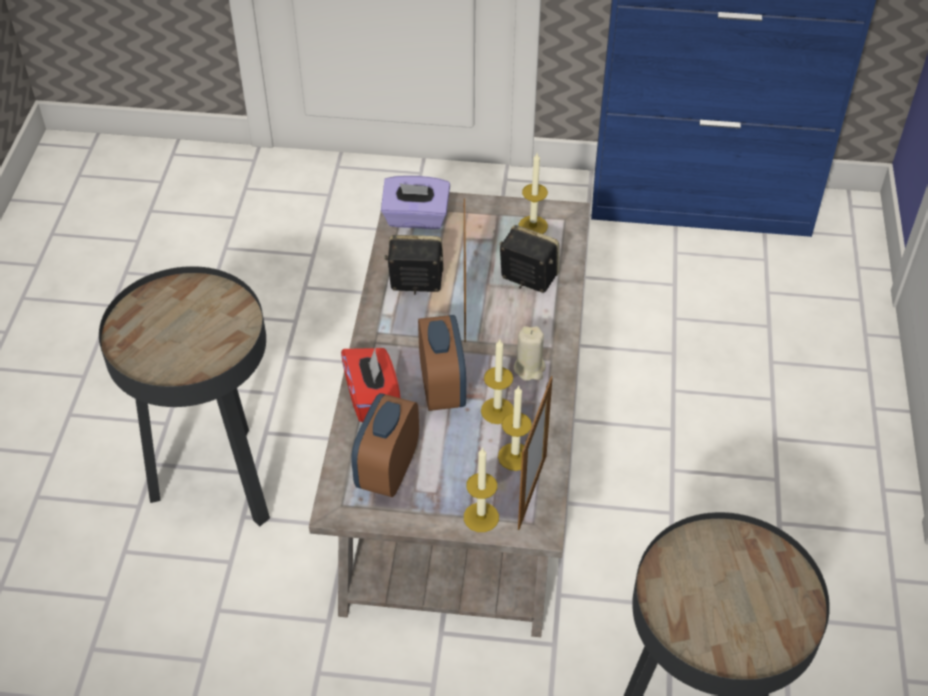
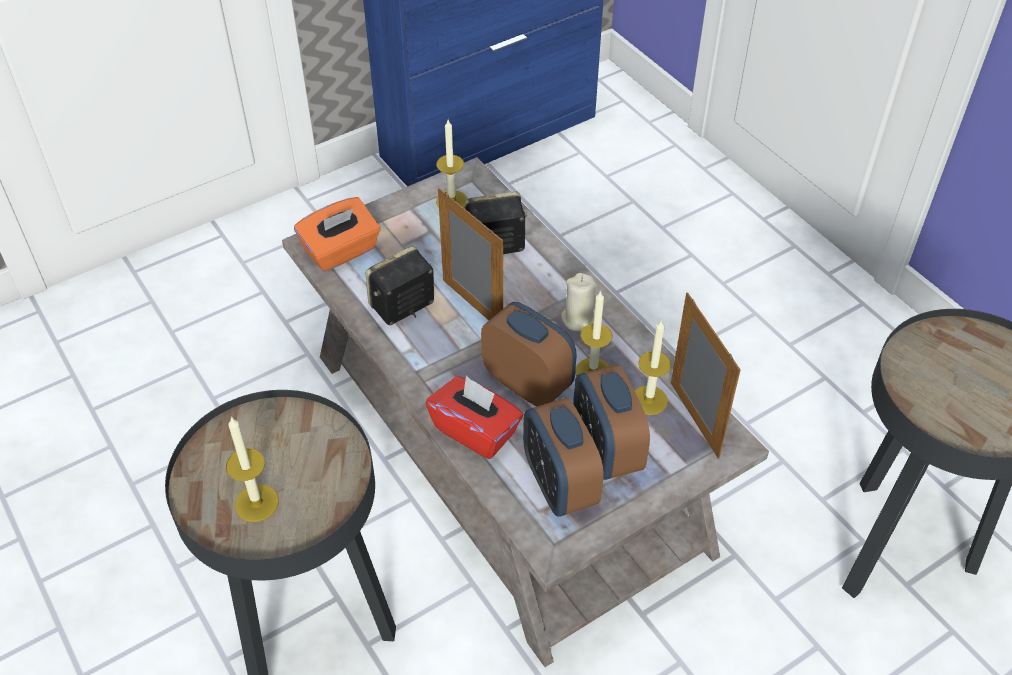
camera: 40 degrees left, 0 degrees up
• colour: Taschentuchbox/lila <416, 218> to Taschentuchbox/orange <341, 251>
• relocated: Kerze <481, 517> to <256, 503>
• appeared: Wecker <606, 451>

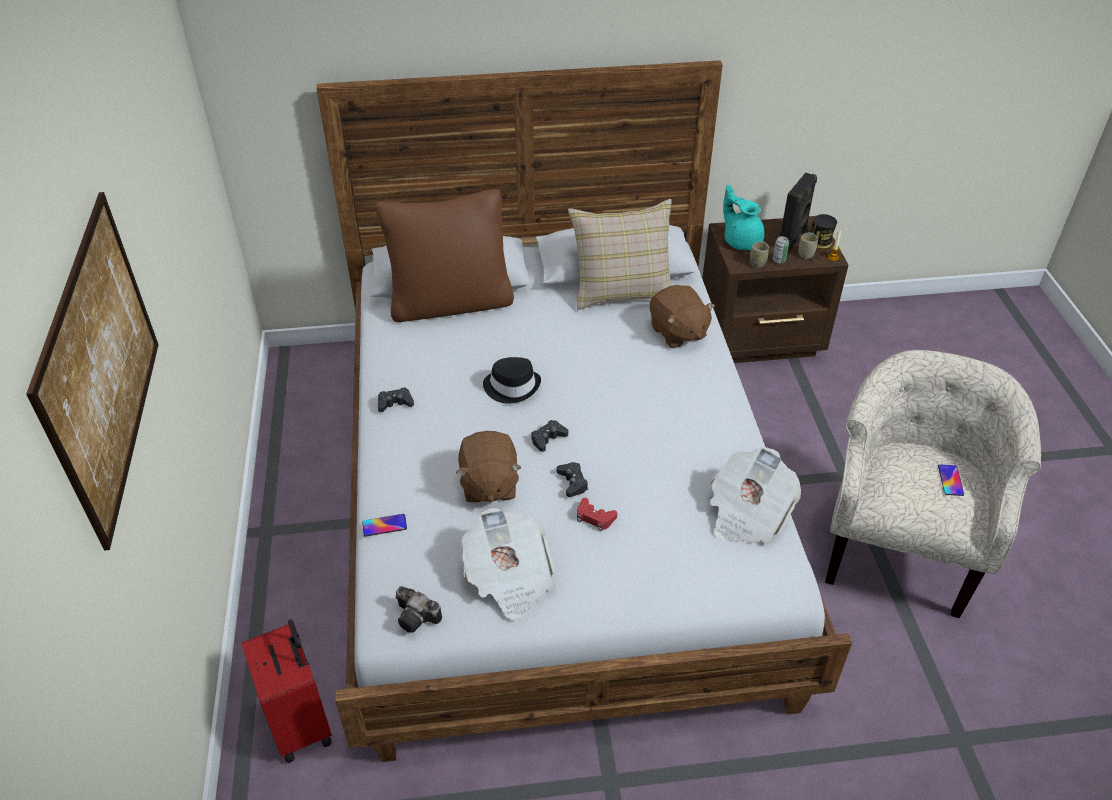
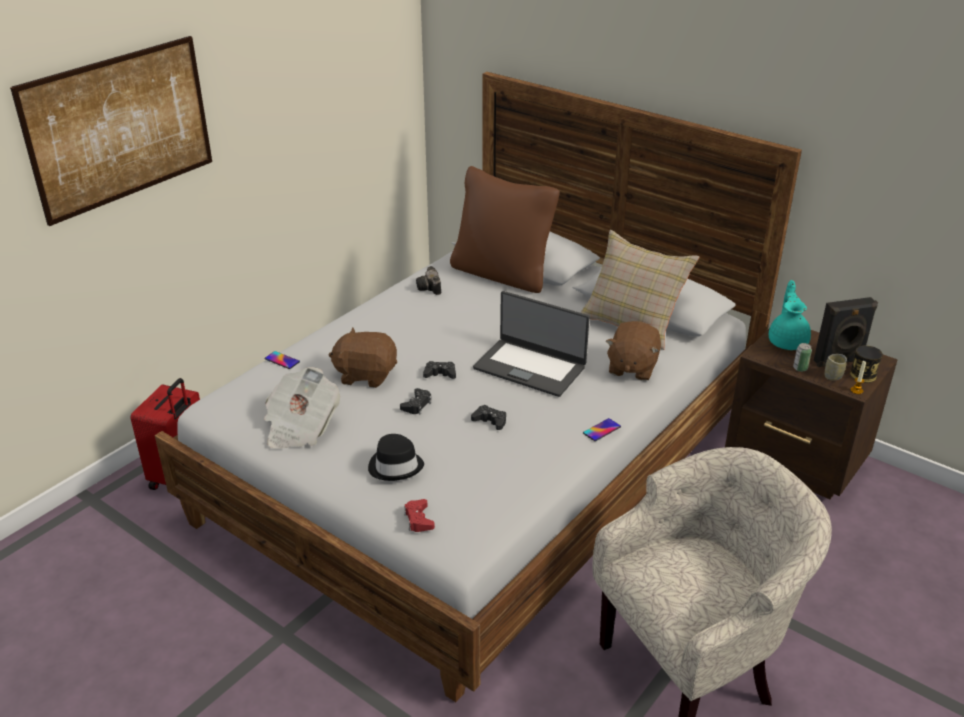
camera: 45 degrees right, 10 degrees down
• missing: Tasse <757, 263>
• relocated: Hut/schwarz <512, 386> to <396, 466>
• relocated: Gamepad/schwarz <395, 403> to <490, 421>
• spun: Plüschtier/braun <488, 484> = <366, 375> 60 degrees clockwise
• missing: Zeitung <747, 514>
• relocated: Handy <950, 480> to <602, 430>
• relocated: Gamepad/rot <594, 518> to <418, 519>
• relocated: Kamera <418, 618> to <430, 288>
• appeared: Laptop <530, 367>

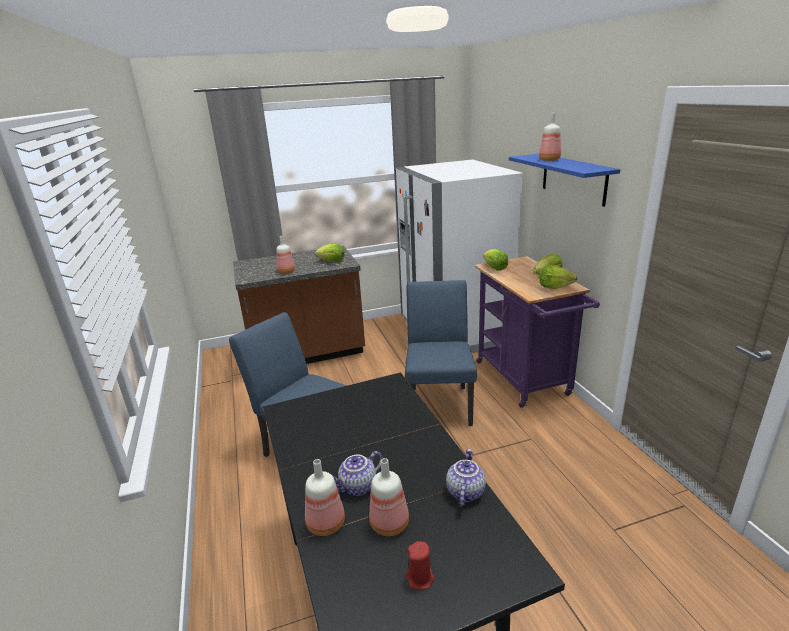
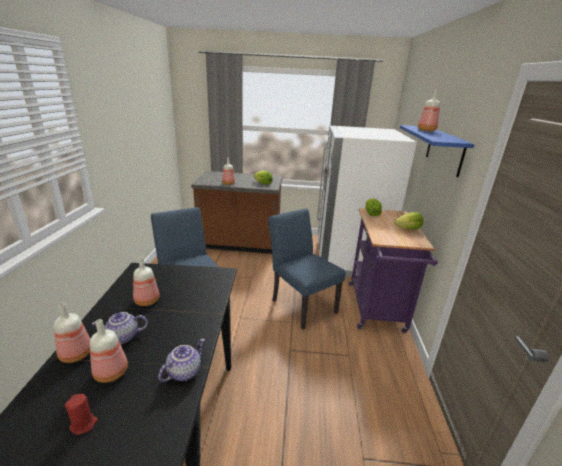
camera: 20 degrees right, 0 degrees up
• missing: Salatkopf <554, 287>
• spun: Stuhl/blau <439, 402> = <300, 304> 60 degrees counterclockwise
• appeared: Flasche <146, 301>

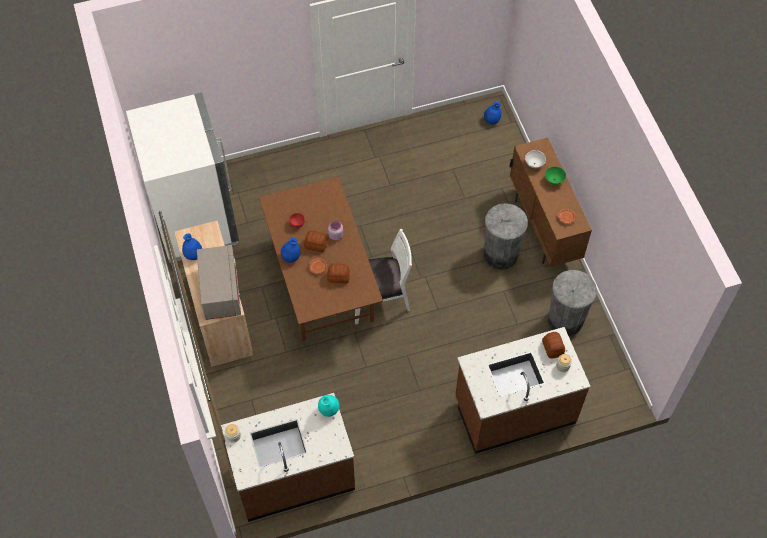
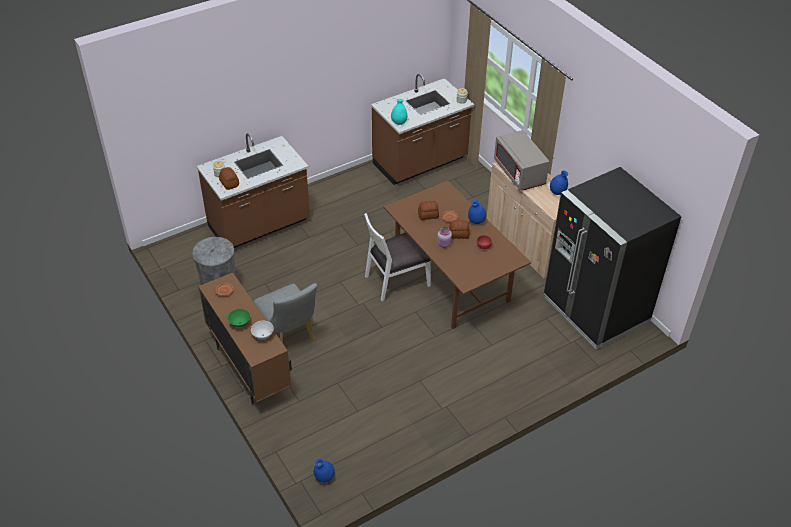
camera: 165 degrees right, 15 degrees down
• colour: Kühlschrank/weiß <195, 220> to Kühlschrank/schwarz <595, 310>
• exchanged: Mülleimer/grau <500, 254> to Stuhl/grau <289, 336>

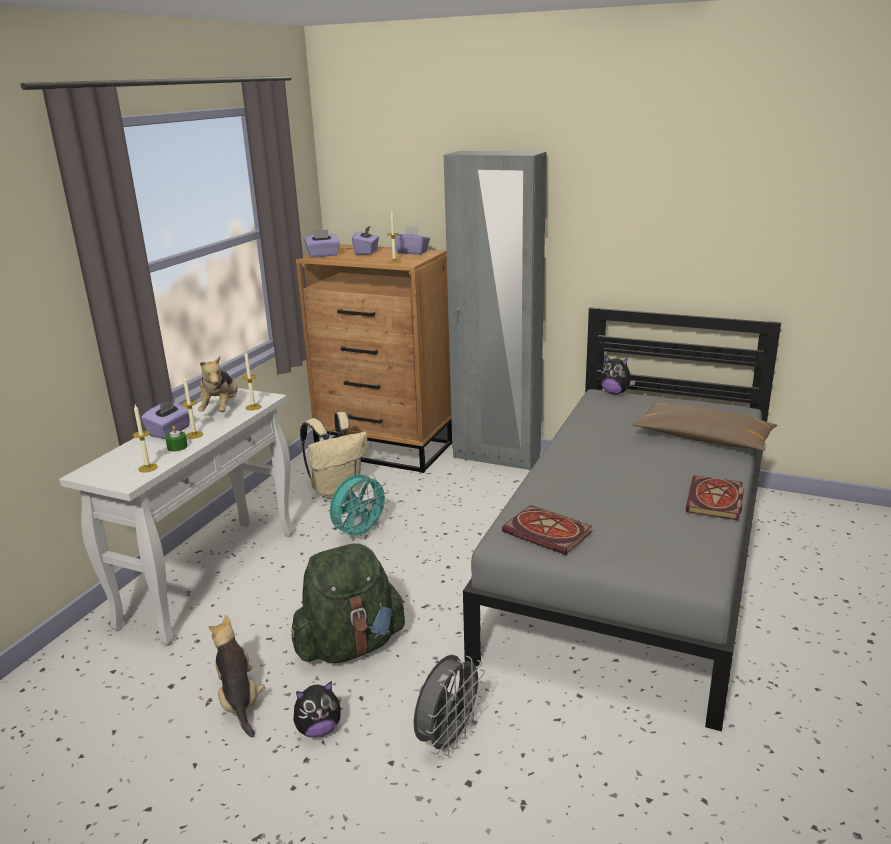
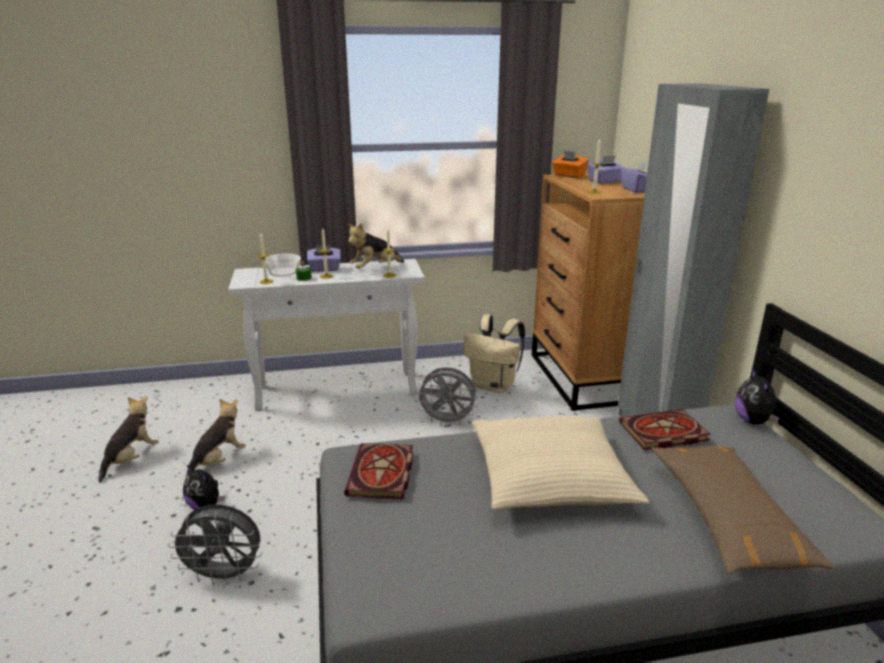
camera: 55 degrees right, 0 degrees up
• colour: Taschentuchbox/lila <323, 255> to Taschentuchbox/orange <569, 176>
• colour: Ventilator/türkis <360, 534> to Ventilator/grau <447, 421>
• relocated: Buch <716, 501> to <662, 433>
• missing: Rucksack/grün <350, 646>
• appeared: Schüssel <283, 272>
• appeared: Plüschtier <131, 459>
• appeared: Kissen/beige <550, 477>

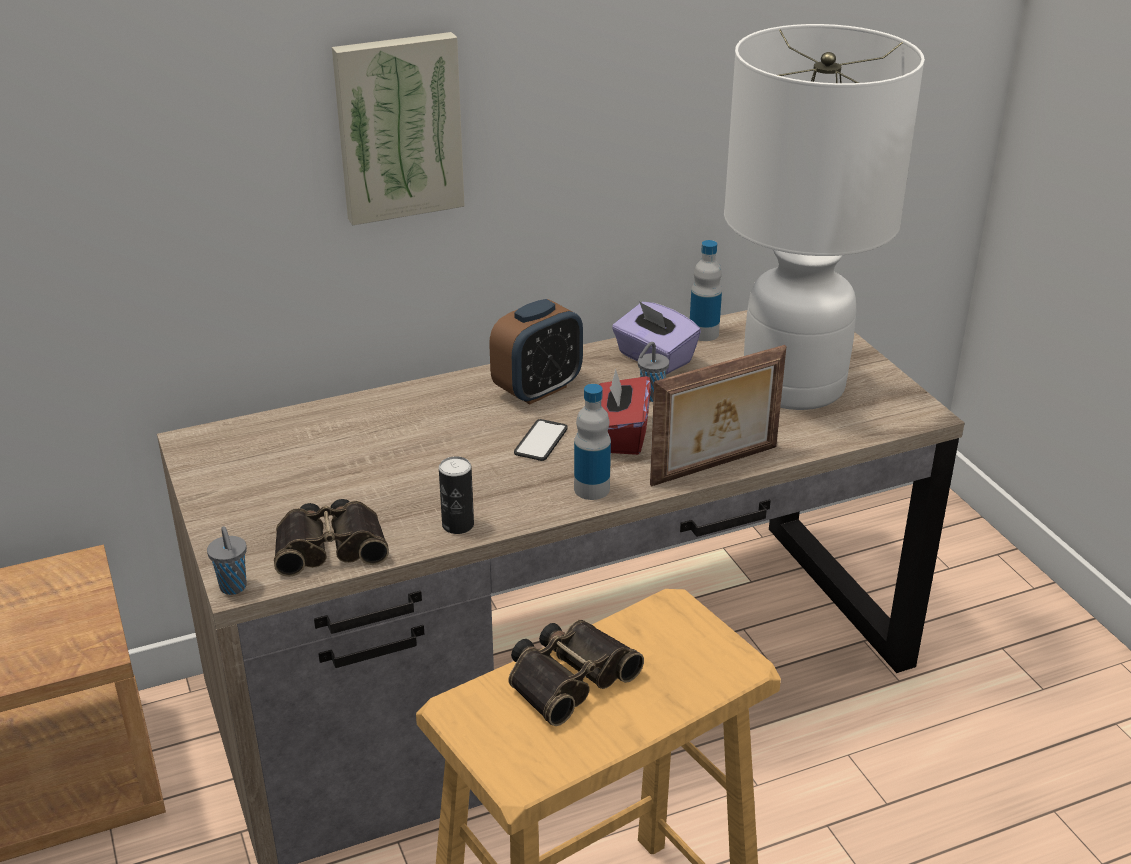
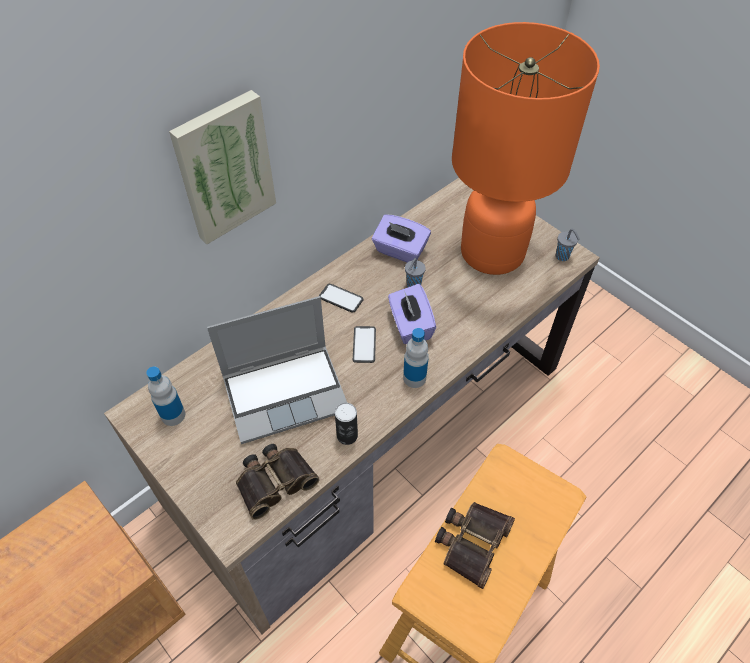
camera: 20 degrees left, 20 degrees up
• colour: Tischlampe/weiß <794, 385> to Tischlampe/orange <492, 252>
• relocated: Flasche <703, 333> to <173, 415>
• exchanged: Wecker <538, 389> to Handy <341, 298>
• missing: Bilderrahmen <715, 467>
• colour: Taschentuchbox/rot <620, 435> to Taschentuchbox/lila <410, 325>
• relocated: Tasse/grau <233, 588> to <563, 257>
• appeared: Laptop <286, 392>

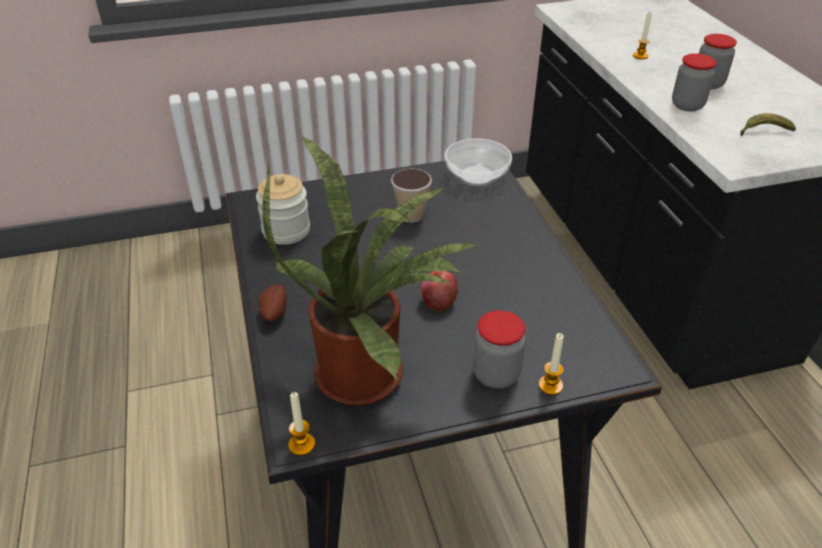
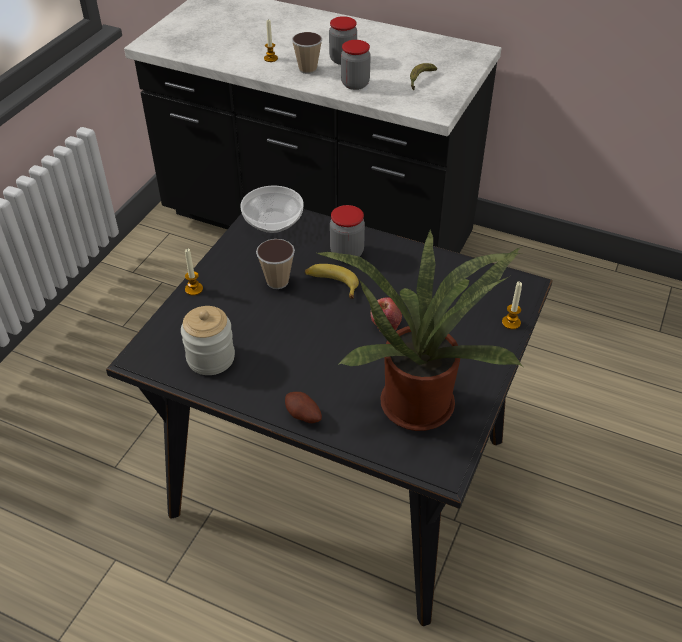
camera: 50 degrees left, 5 degrees up
• relocated: Vorratsglas <496, 375> to <347, 253>
• relocated: Kerze <301, 444> to <194, 289>
• appeared: Tasse <307, 69>
• appeared: Banane <331, 283>

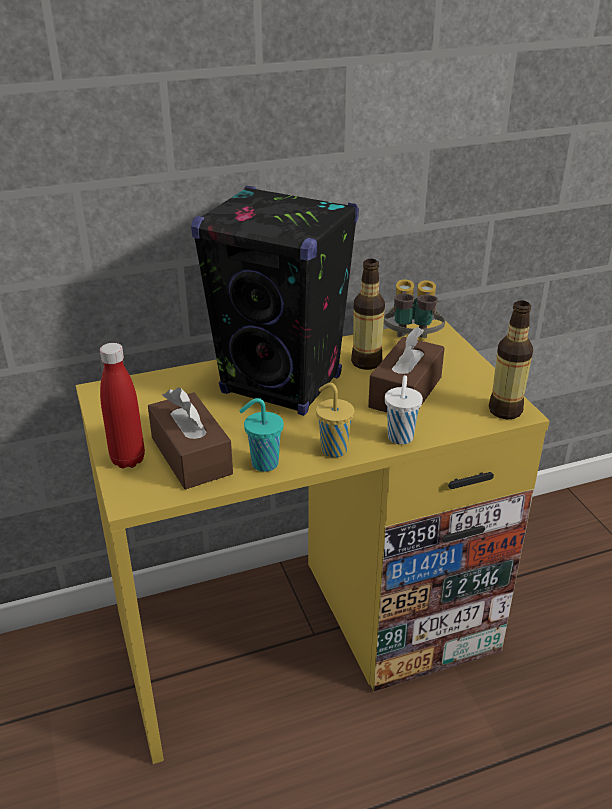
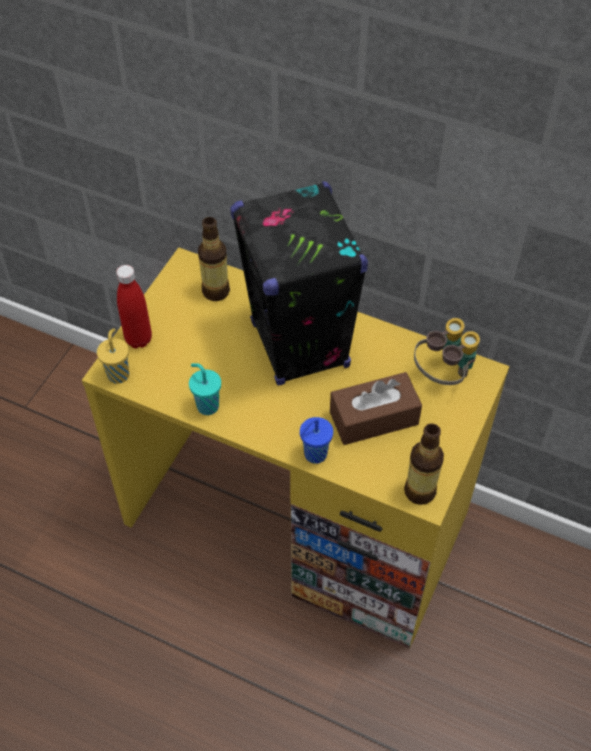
camera: 45 degrees right, 20 degrees up
• relocated: Flasche <366, 362> to <216, 291>
• colour: Tasse/weiß <400, 438> to Tasse/blau <314, 455>
• relocated: Tasse/gelb <332, 449> to <118, 374>
• missing: Taschentuchbox/braun <191, 455>

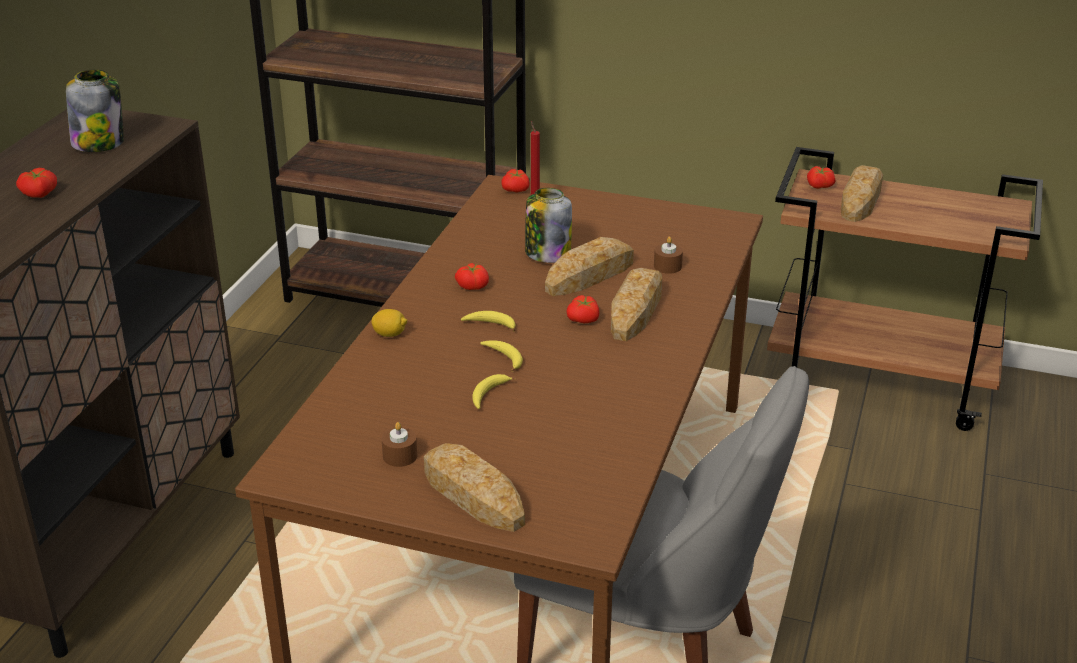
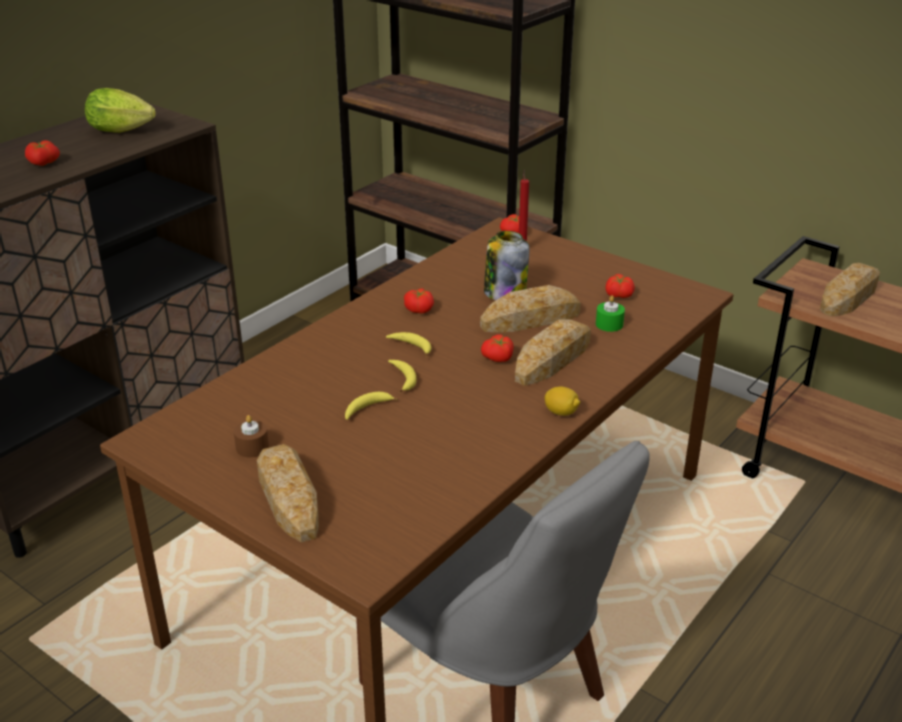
camera: 20 degrees right, 0 degrees up
• exchanged: Vorratsglas <99, 143> to Salatkopf <124, 131>
• relocated: Tomate <819, 186> to <618, 295>
• colour: Kerze/braun <667, 266> to Kerze/grün <609, 324>
• relocated: Zitrone <390, 334> to <561, 412>

